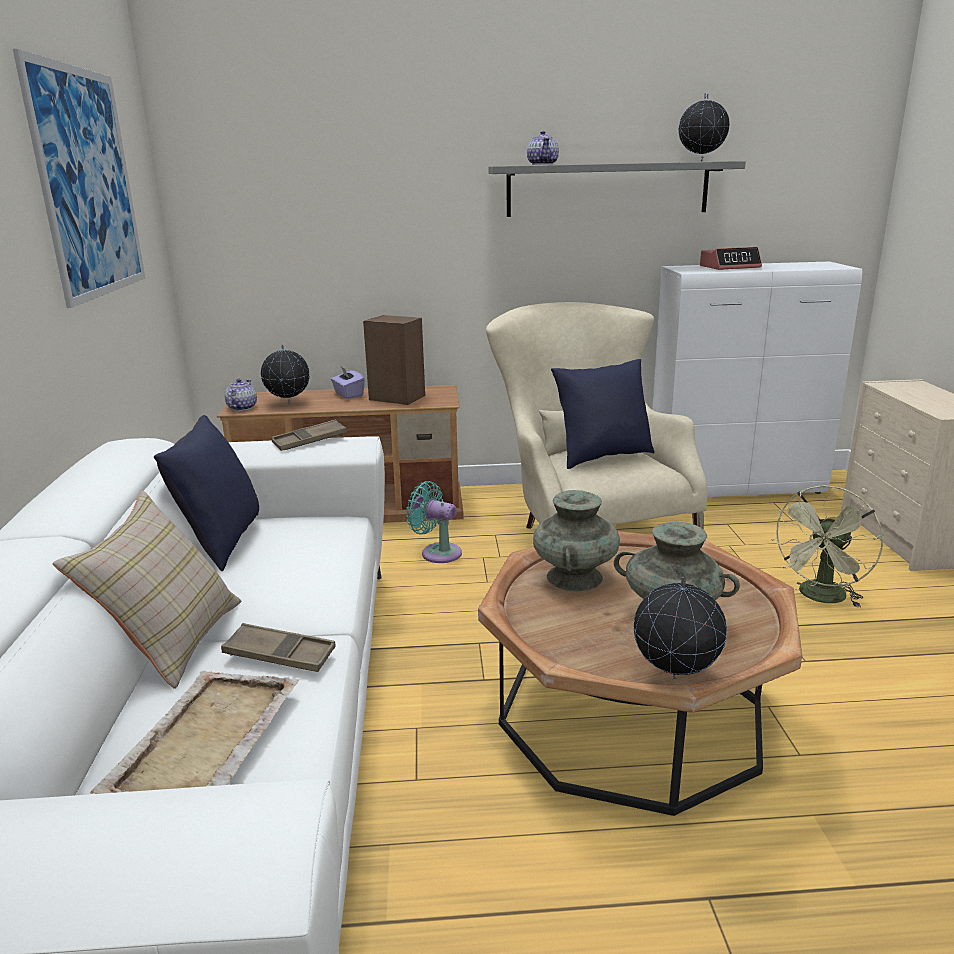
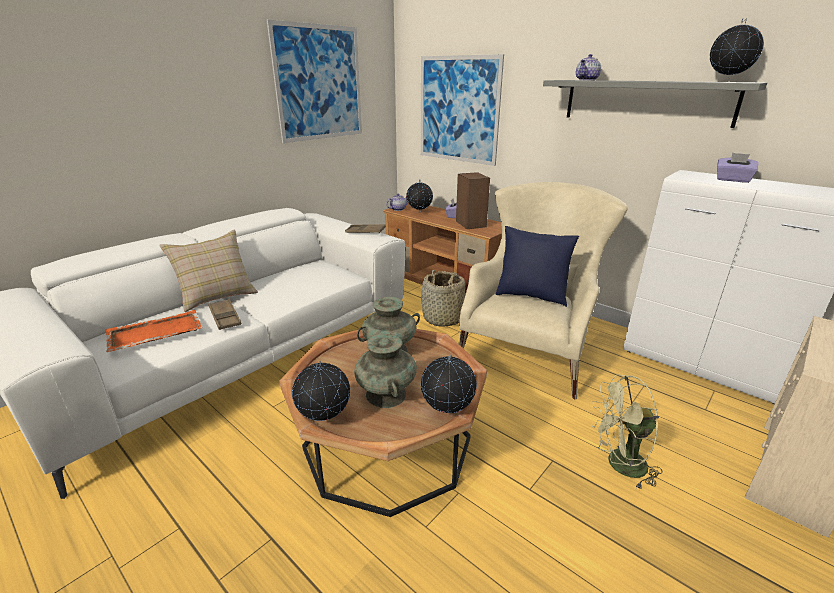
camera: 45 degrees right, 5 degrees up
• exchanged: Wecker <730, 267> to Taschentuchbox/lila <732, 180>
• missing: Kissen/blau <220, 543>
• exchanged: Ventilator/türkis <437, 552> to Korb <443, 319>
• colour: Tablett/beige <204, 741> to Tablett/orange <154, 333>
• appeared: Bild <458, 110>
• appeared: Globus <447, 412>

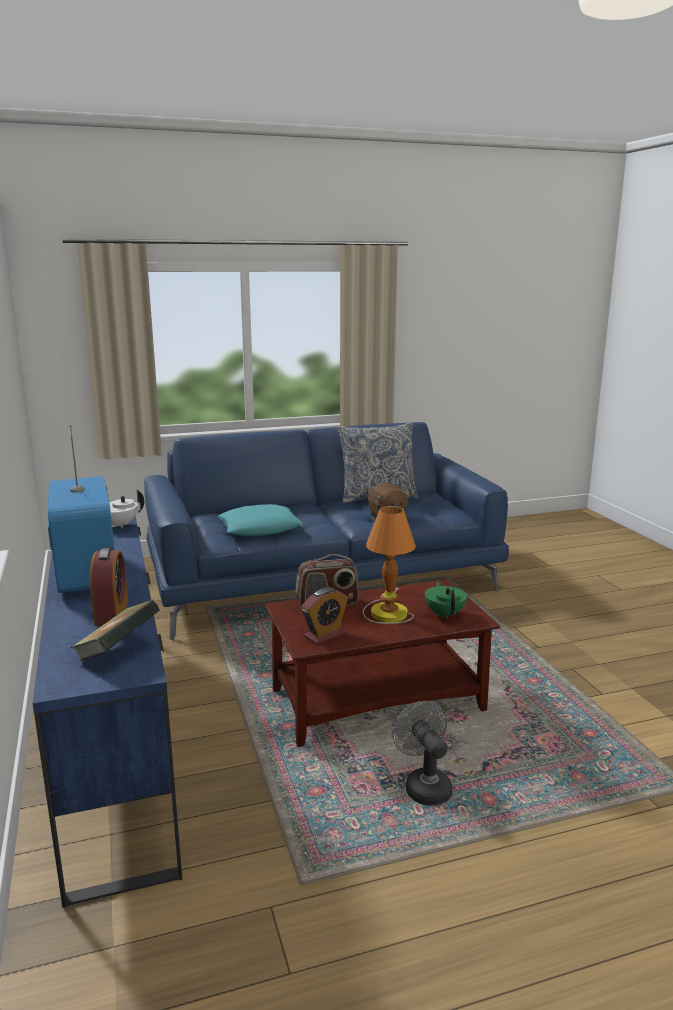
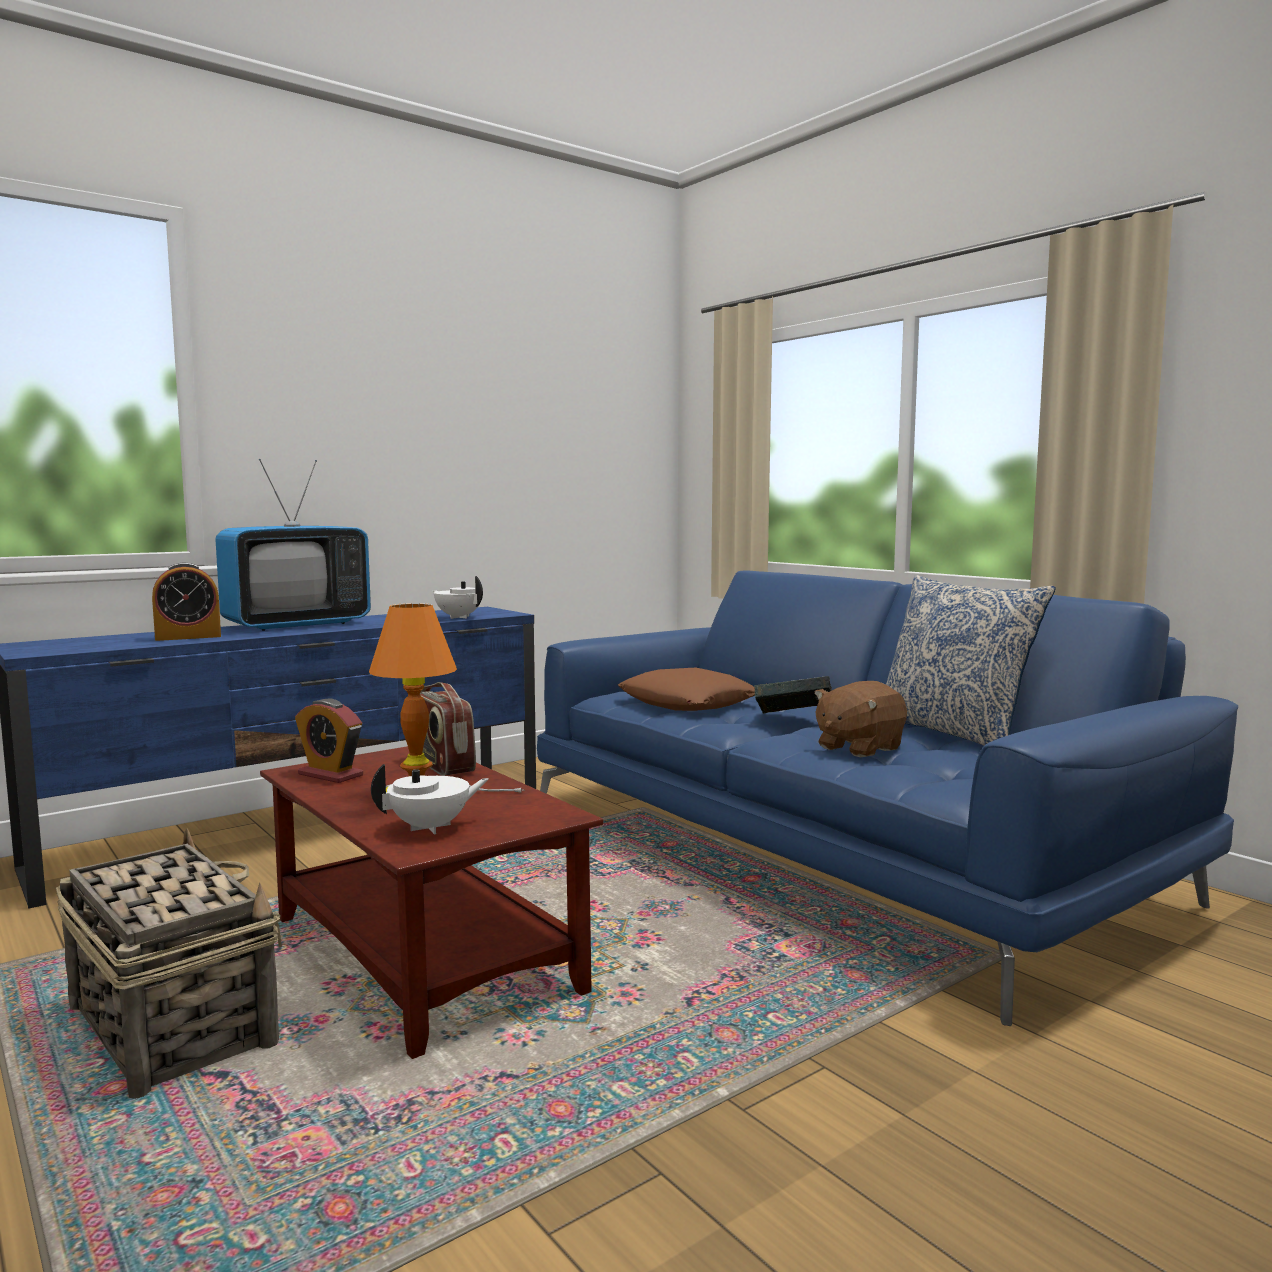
camera: 70 degrees right, 10 degrees down
• colour: Kissen/türkis <260, 528> to Kissen/braun <688, 703>
• colour: Teekanne/grün <445, 614> to Teekanne/weiß <431, 827>
• relocated: Buch <118, 651> to <793, 718>
• exchanged: Ventilator/grau <424, 786> to Korb <171, 1025>

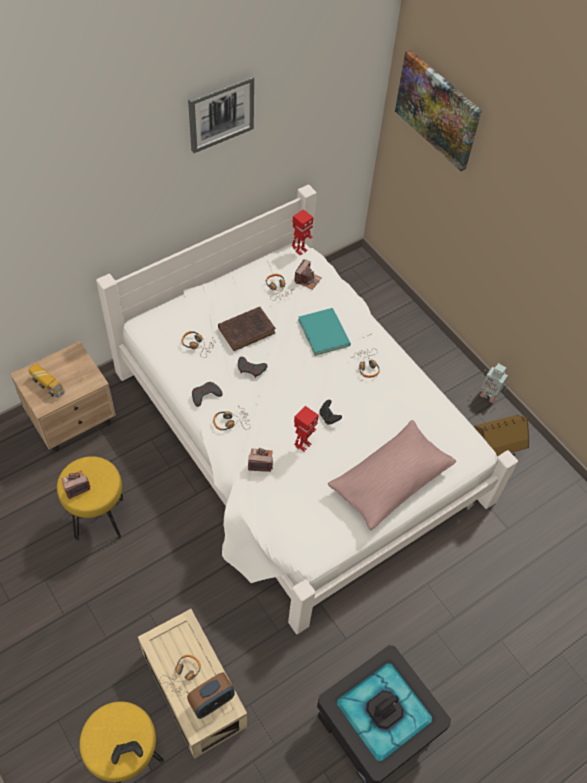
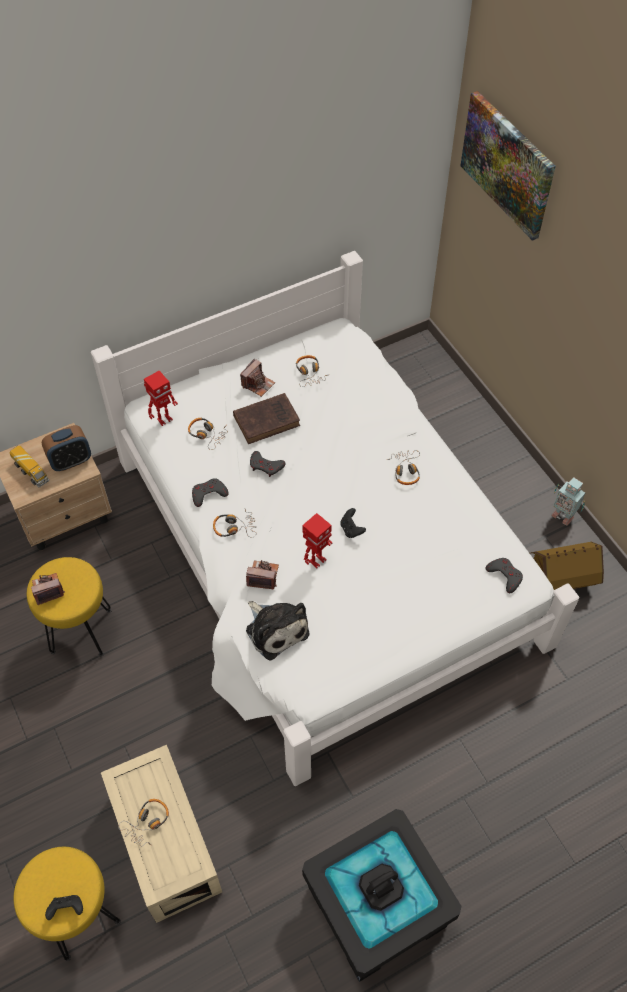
camera: 10 degrees right, 0 degrees up
• missing: Bild <220, 113>
• relocated: Spielzeugroboter <300, 250> to <164, 419>
• relocated: Kamera <307, 280> to <258, 384>
• missing: Buch/türkis <324, 331>
• missing: Kissen/rosa <390, 481>
• relocated: Wecker <212, 701> to <71, 461>
• appeared: Gamepad/grau <505, 575>
• appeared: Plüschtier <275, 629>

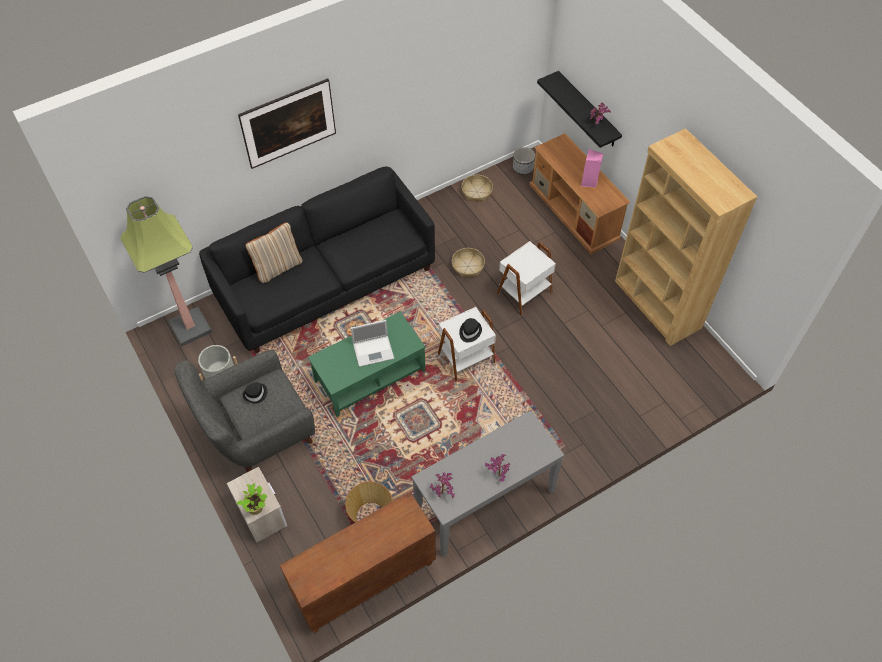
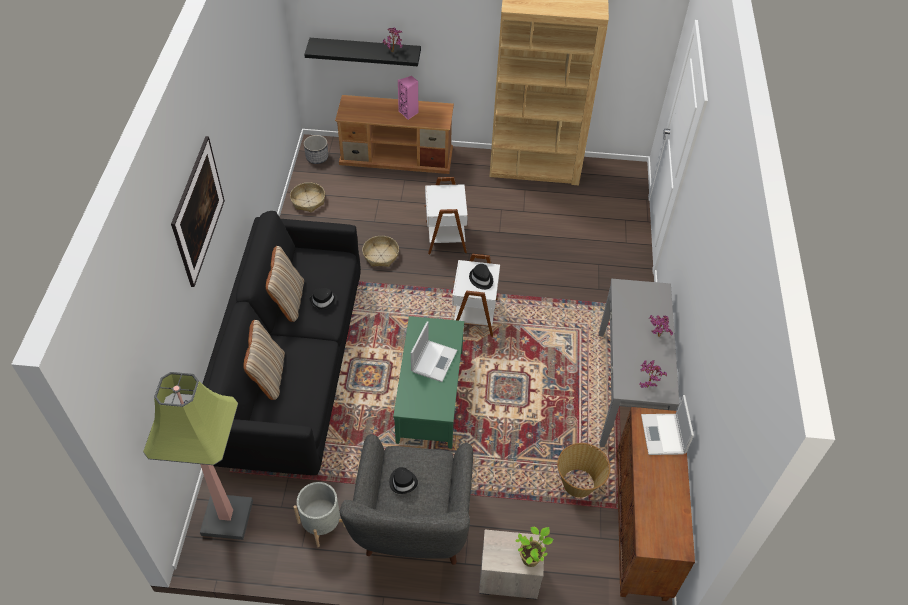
camera: 55 degrees left, 5 degrees down
• appeared: Kissen/beige <288, 301>
• appeared: Hut/schwarz <323, 301>
• appeared: Laptop <663, 435>

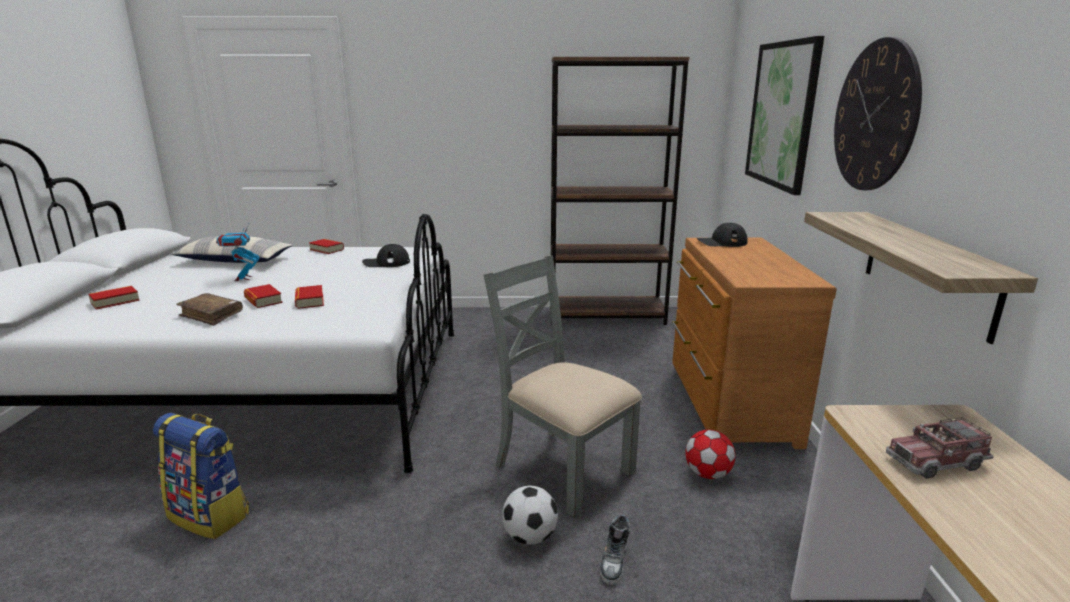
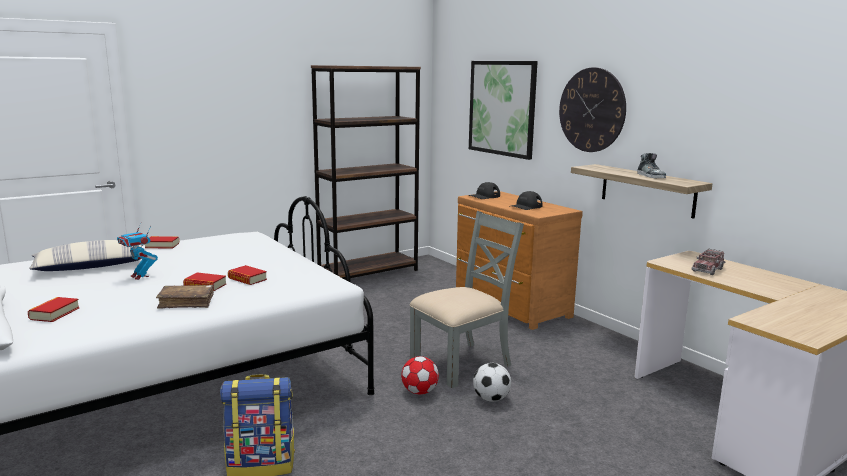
camera: 35 degrees left, 5 degrees down
• relocated: Kappe/schwarz <386, 263> to <526, 206>
• spun: Stuhl/grau <562, 468> = <462, 363> 135 degrees clockwise
• relocated: Fußball <707, 474> to <419, 392>
• relocated: Schuh <614, 561> to <651, 176>

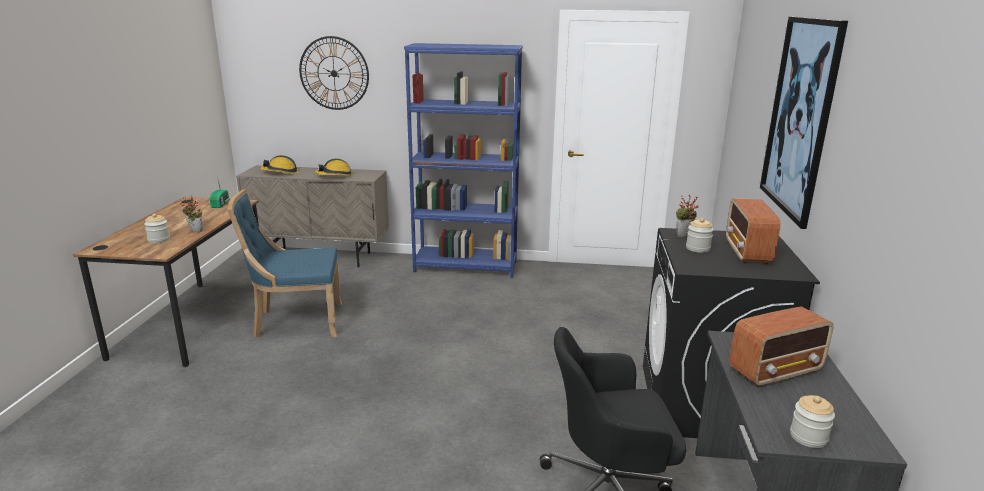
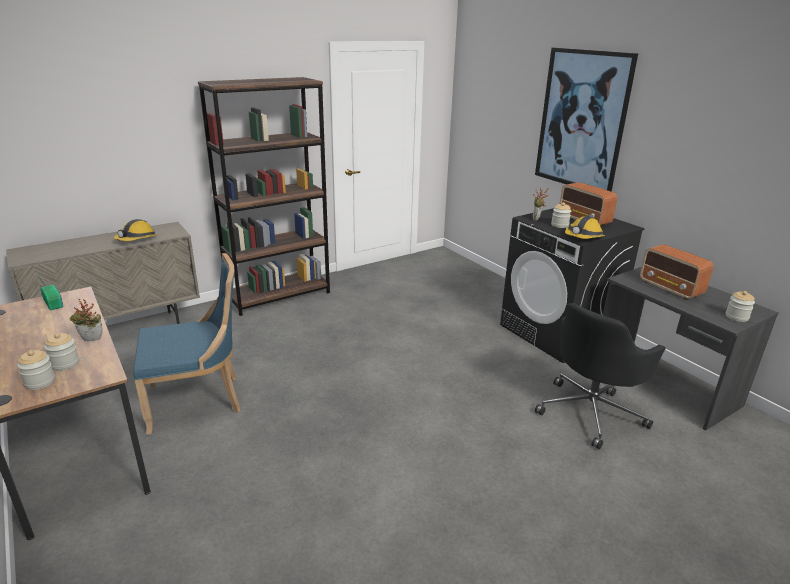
camera: 40 degrees left, 5 degrees up
• missing: Wanduhr <334, 73>
• colour: Bücherregal/blau <466, 266> to Bücherregal/braun <279, 296>
• relocated: Schutzhelm <280, 172> to <583, 237>
• spun: Stuhl/blau <295, 322> = <198, 401> 150 degrees counterclockwise
• spun: Radio <776, 371> = <671, 288> 120 degrees clockwise
• appeared: Vorratsglas <40, 382>

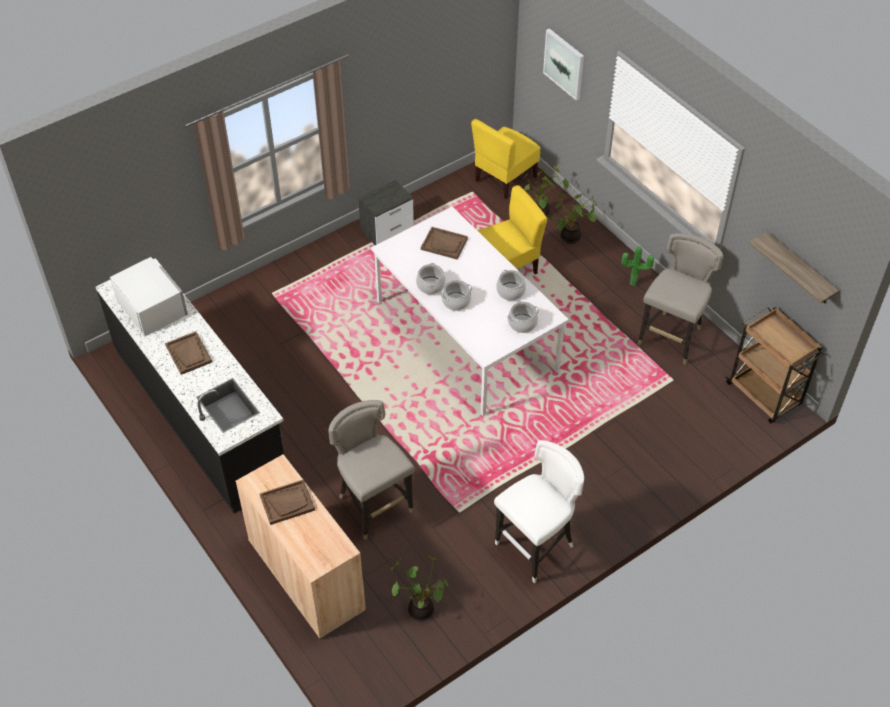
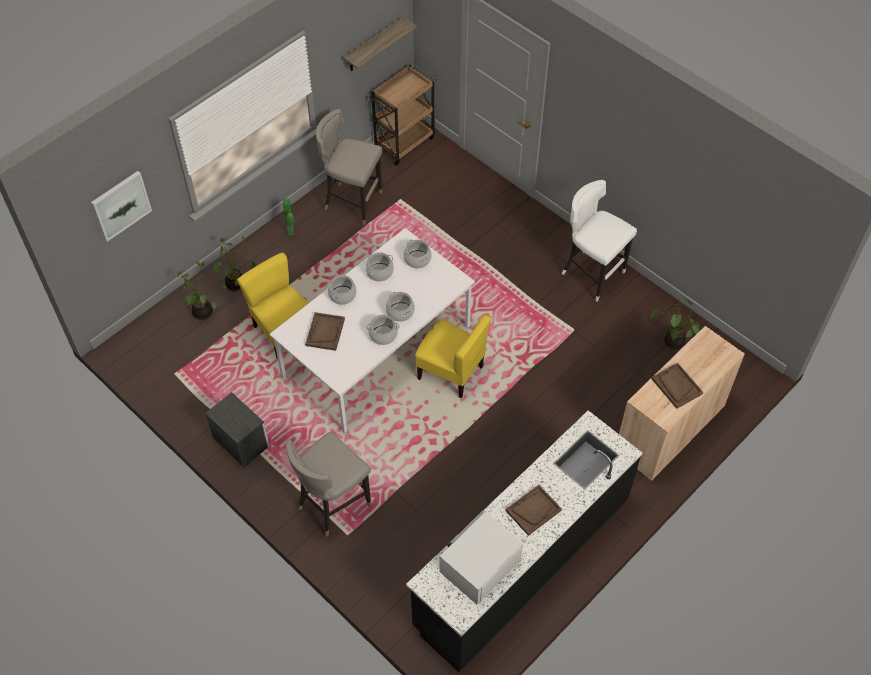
camera: 100 degrees left, 5 degrees up
• relocated: Stuhl/gelb <504, 179> to <451, 372>
• relocated: Hocker/grau <374, 505> to <332, 505>
• appeared: Kochtopf <342, 295>

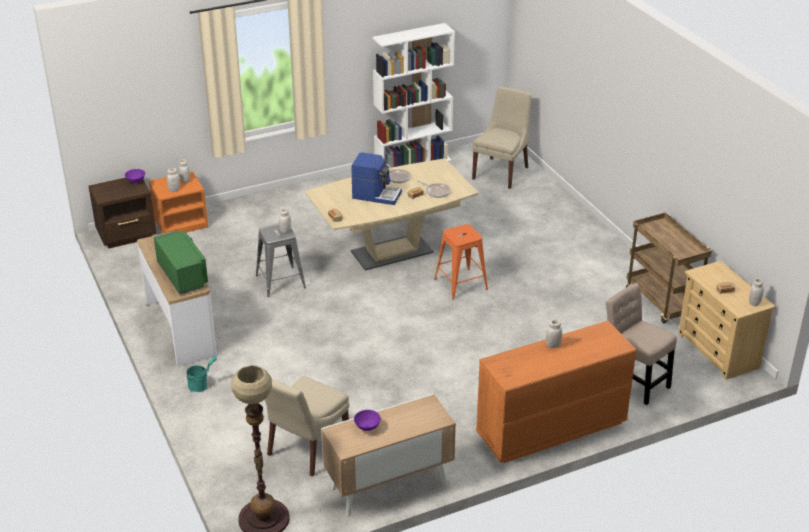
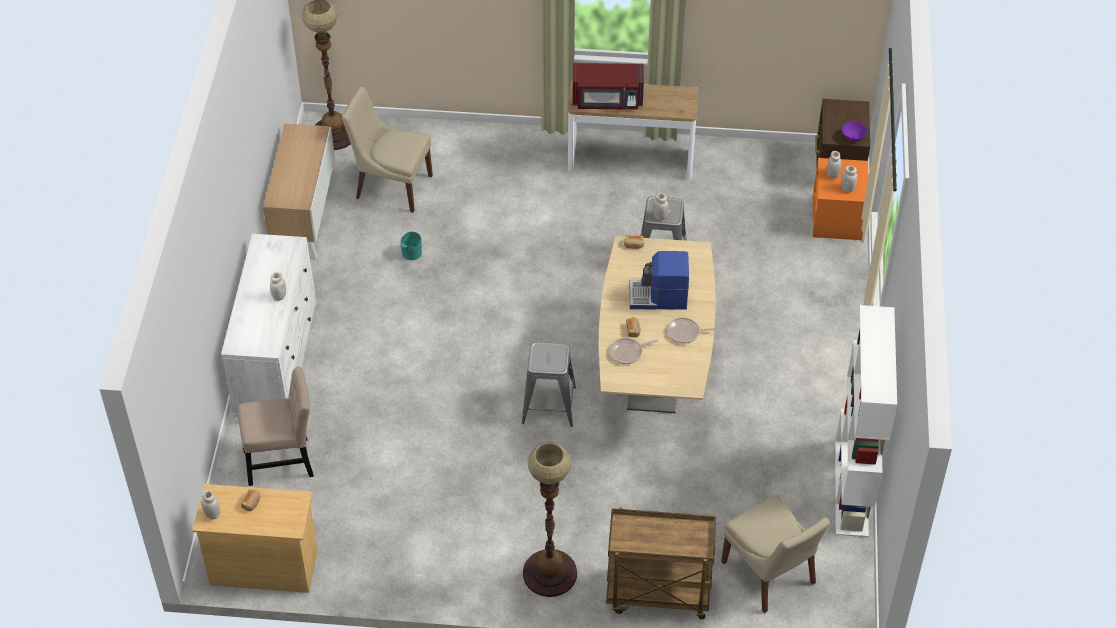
camera: 120 degrees right, 15 degrees up
• spun: Kaffeemaschine <376, 195> = <658, 297> 45 degrees clockwise
• relocated: Rollwagen/braun <663, 302> to <657, 594>
• colour: Hocker/orange <461, 284> to Hocker/grau <549, 405>
• colour: Mikrowelle/grün <183, 275> to Mikrowelle/rot <607, 100>
• colour: Kommode/orange <550, 428> to Kommode/weiß <277, 359>
• relocated: Eimer/türkis <201, 385> to <410, 256>
• spun: Stuhl/beige <306, 449> = <391, 186> 45 degrees counterclockwise
• missing: Schüssel/lila <367, 427>
• appeared: Stehlampe <549, 573>

